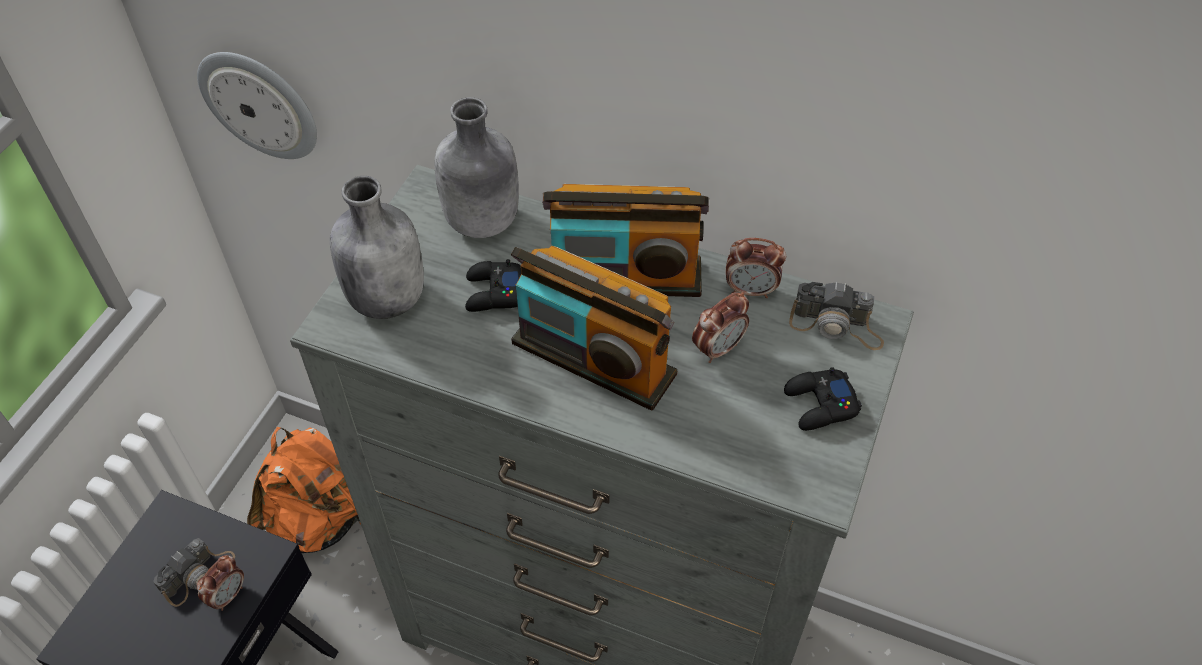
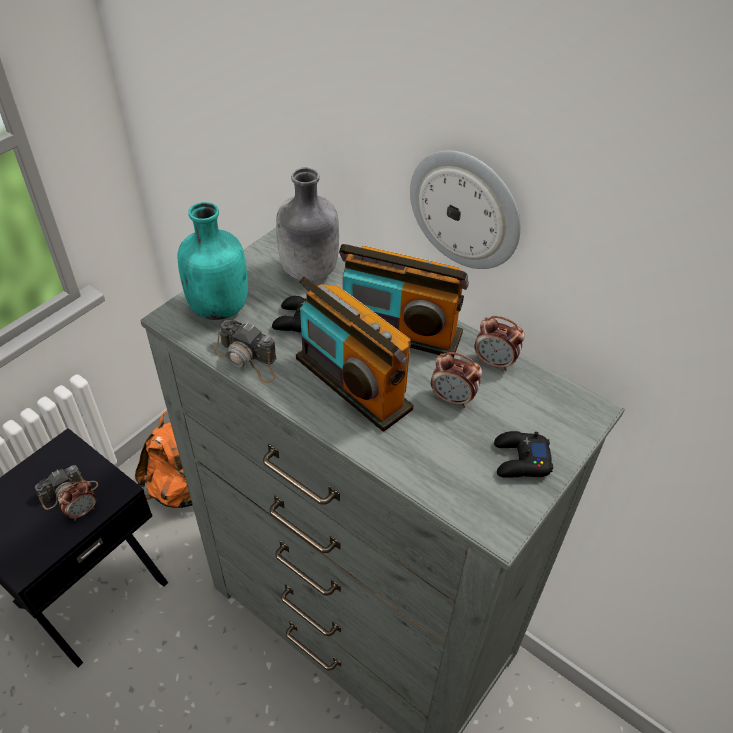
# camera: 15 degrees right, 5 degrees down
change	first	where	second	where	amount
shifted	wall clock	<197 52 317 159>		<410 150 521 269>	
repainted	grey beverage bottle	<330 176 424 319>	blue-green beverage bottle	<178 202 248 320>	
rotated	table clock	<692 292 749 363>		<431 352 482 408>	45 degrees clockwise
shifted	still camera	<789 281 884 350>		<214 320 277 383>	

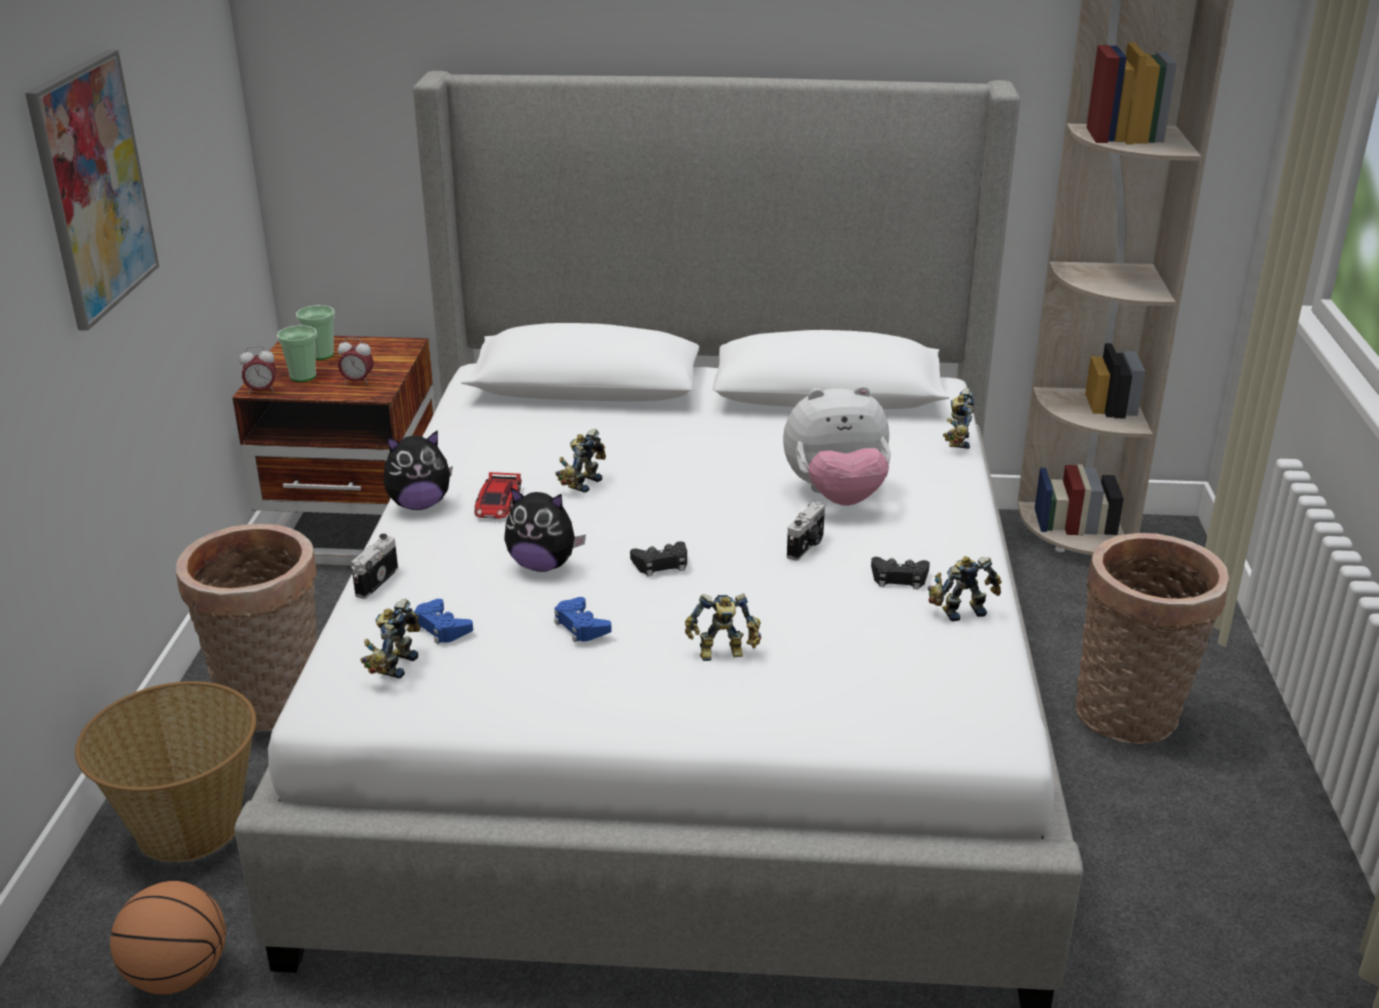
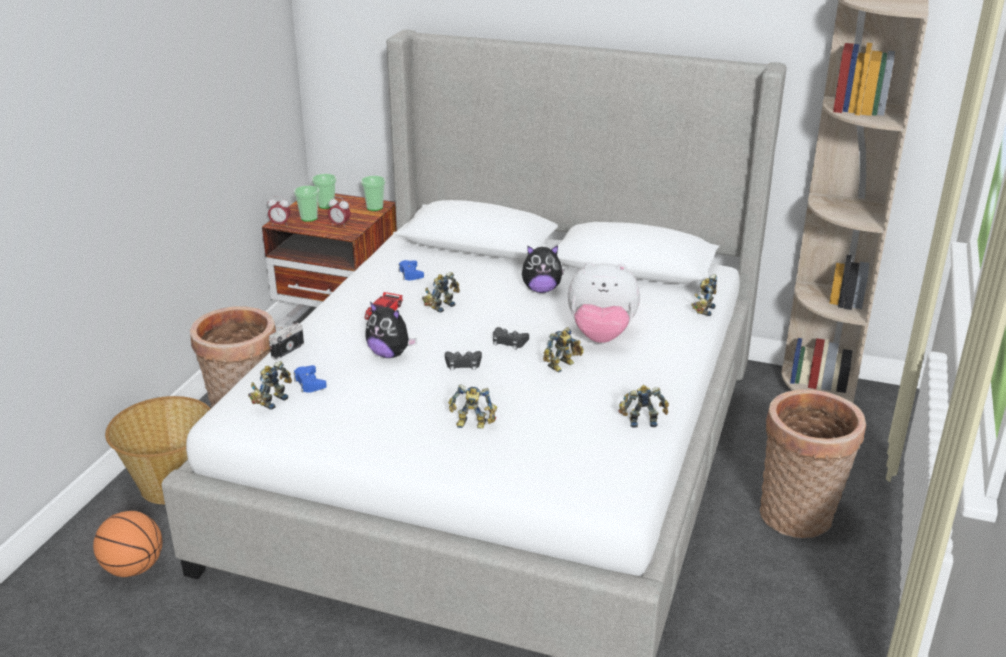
# camera: 15 degrees right, 0 degrees up
change	first	where	second	where	amount
gone	picture	<25 50 159 331>			
shifted	plush toy	<384 430 453 510>		<522 245 565 293>	
shifted	bluish game controller	<554 597 612 642>		<399 260 424 281>	
swapped	still camera	<787 502 825 561>	robot figure	<543 327 584 373>	
shifted	blackish game controller	<871 557 930 590>		<493 327 529 349>	
new			small cup	<361 176 385 211>	

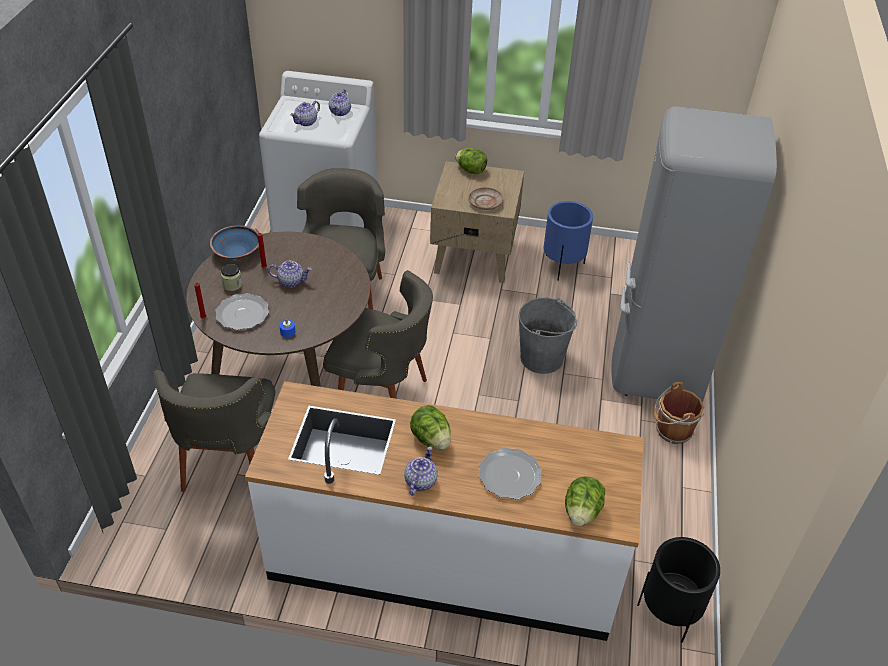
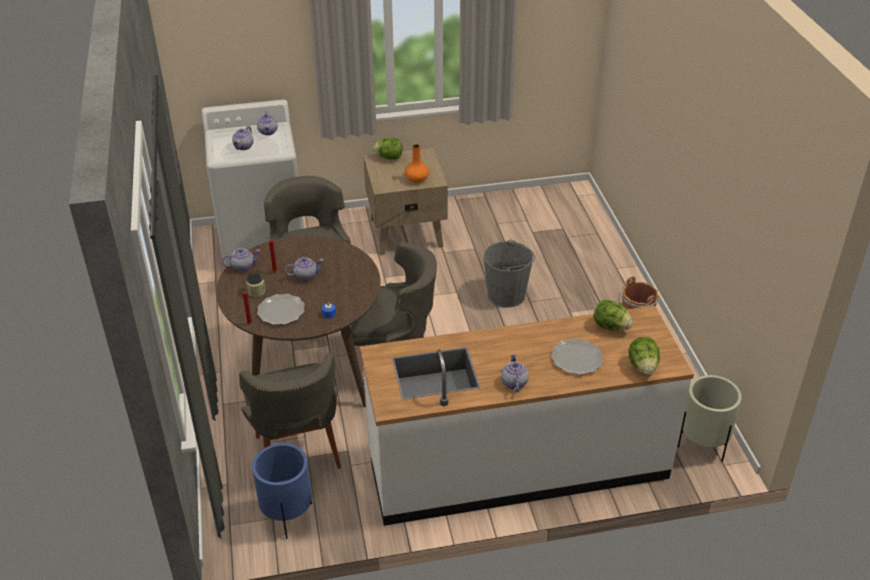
# camera: 20 degrees left, 5 degrees down
change	first	where	second	where	amount
swapped	bluish deep dish	<210 225 259 259>	tea pot	<222 248 260 272>	
shifted	lettuce	<410 405 451 449>		<594 300 633 331>	
swapped	beige plate	<468 187 503 210>	orange flower vase	<405 144 429 183>	
shifted	bluish planter	<544 201 593 281>		<252 443 312 539>	
gone	grey refrigerator	<612 106 777 403>			
repainted	blackish planter	<637 537 720 643>	beige planter	<677 375 742 461>	

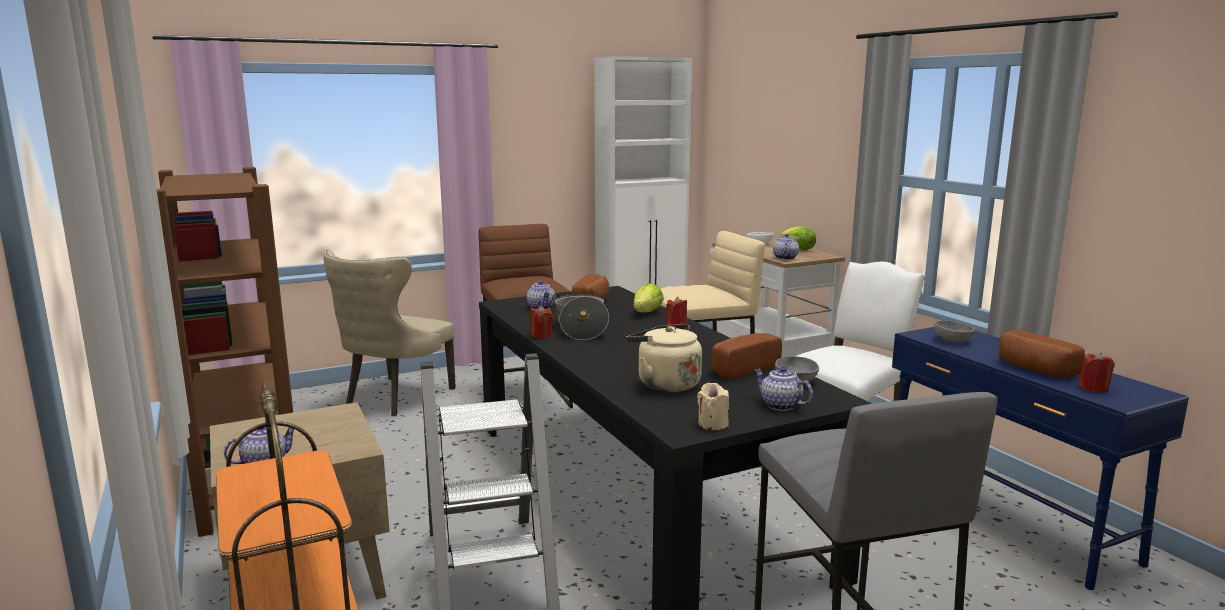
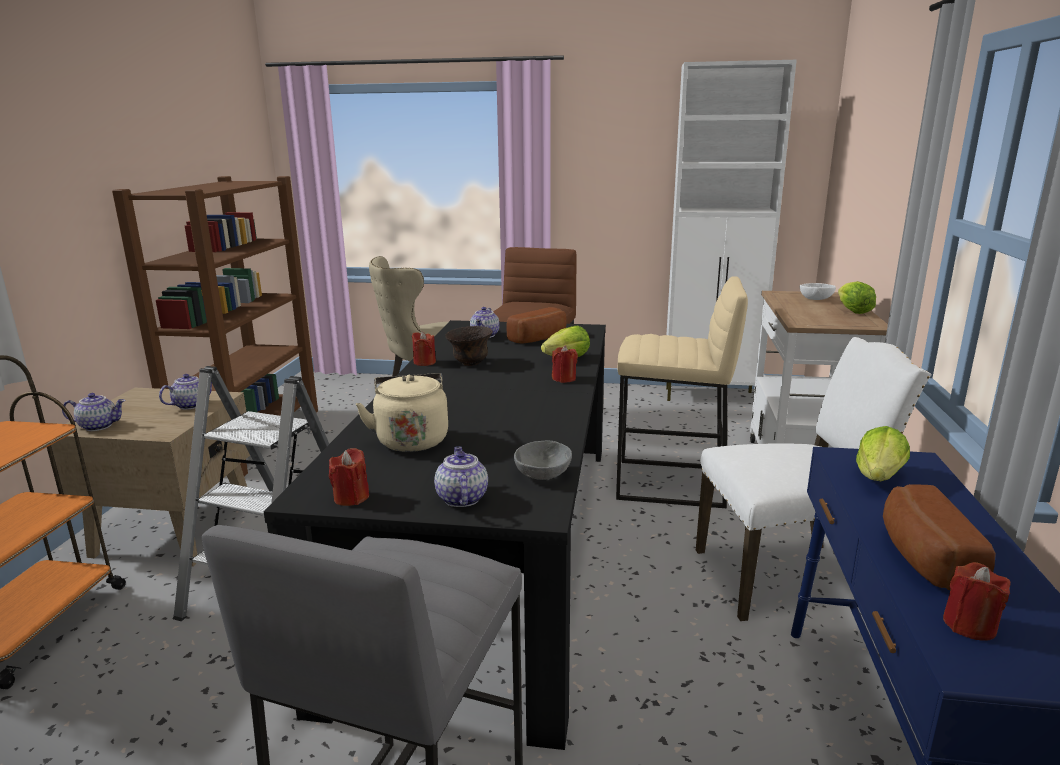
# camera: 35 degrees right, 5 degrees up
change	first	where	second	where	amount
swapped	saucepot	<552 294 609 340>	brown-coloured deep dish	<445 326 493 366>	
repainted	beige wax light	<697 383 729 430>	red-coloured wax light	<329 448 369 506>	
gone	baked bread	<711 333 782 379>			
shifted	tea pot	<773 234 799 260>		<159 374 212 410>	
swapped	grey deep dish	<935 320 975 342>	lettuce	<856 426 910 481>	

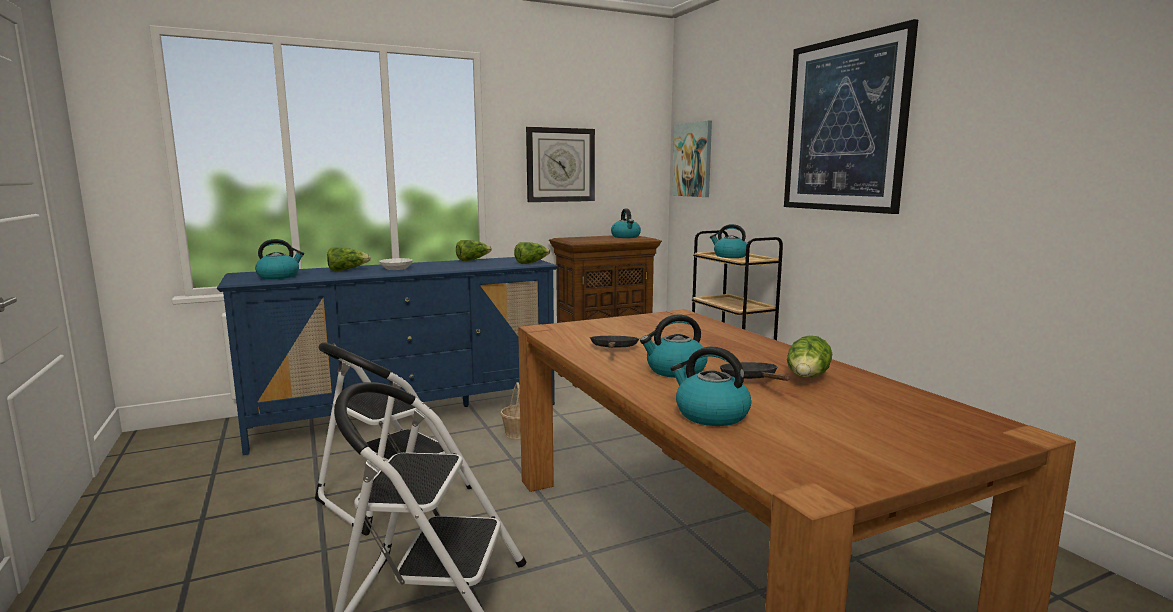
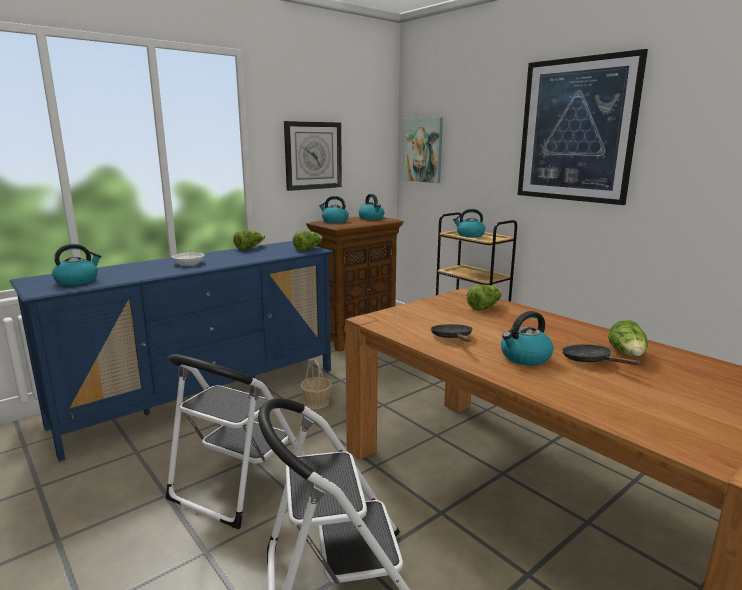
# camera: 15 degrees left, 5 degrees up
change	first	where	second	where	amount
shifted	lettuce	<327 248 371 271>		<467 285 502 311>	
shifted	kettle	<670 346 751 426>		<319 196 349 223>	

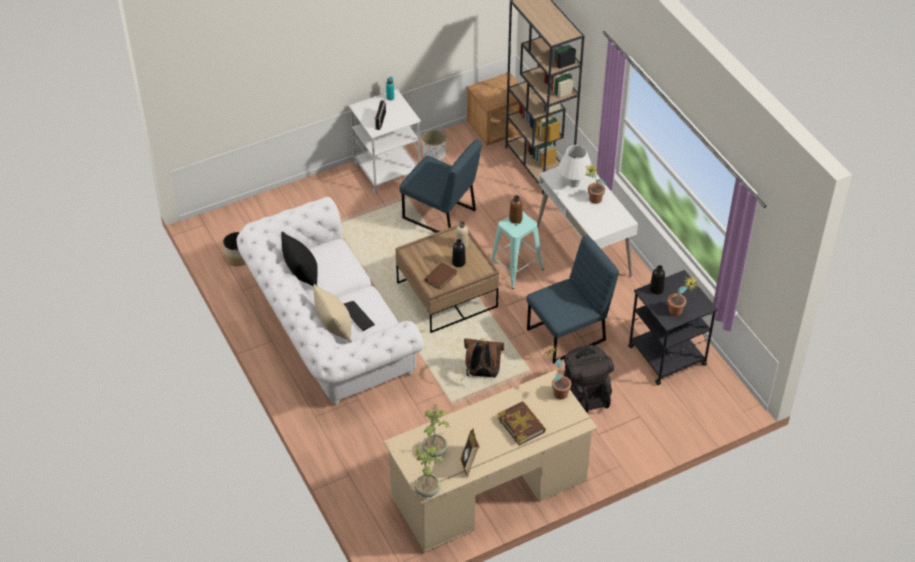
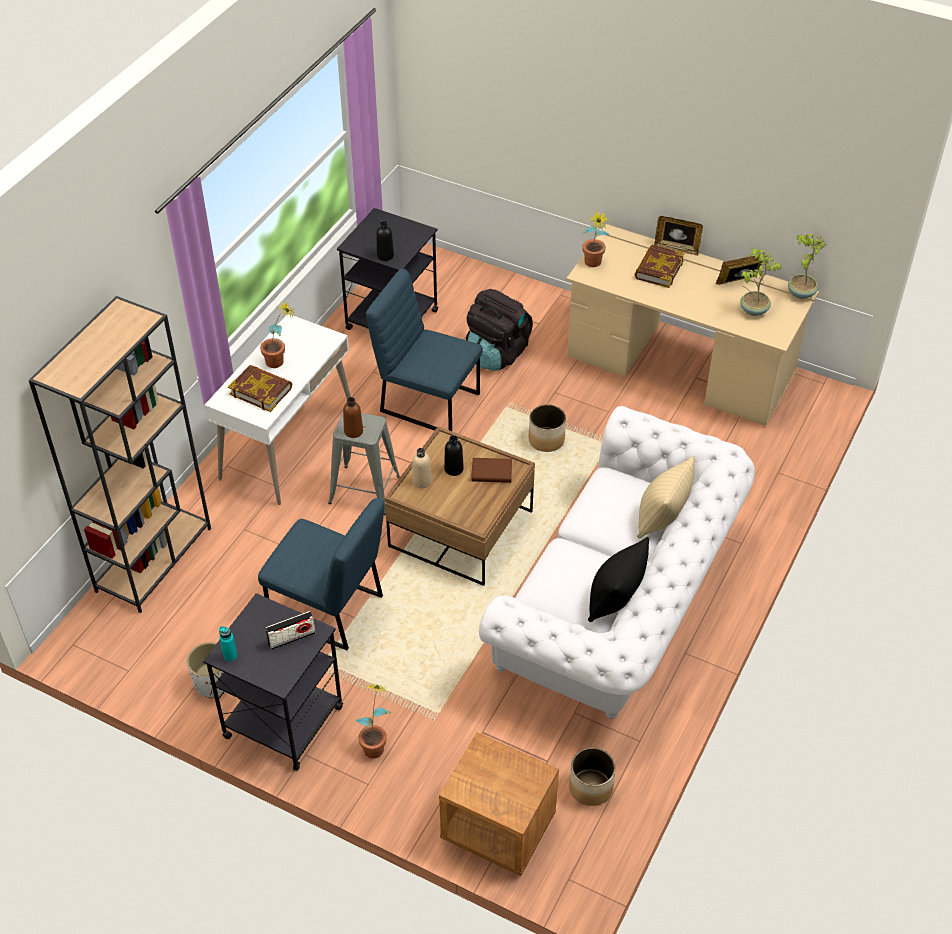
# camera: 125 degrees left, 0 degrees up
change	first	where	second	where	amount
gone	PC keyboard	<344 301 375 331>			
repainted	whitish cart	<349 89 421 193>	blackish cart	<203 593 343 771>	
rotated	bluish chair	<400 140 482 233>		<258 498 384 650>	120 degrees clockwise
swapped	brown-coloured knapsack	<464 339 504 378>	planter	<529 404 566 452>	
shifted	brown-coloured night table	<467 73 520 146>		<439 732 559 876>	
repainted	blue-green stool	<491 211 544 289>	grey stool	<328 413 400 515>	
swapped	whitish lamp for a table	<558 145 593 187>	volume	<228 365 292 412>	
shifted	potted plant	<667 277 698 316>		<356 684 391 758>	
new			picture frame	<654 216 703 256>	

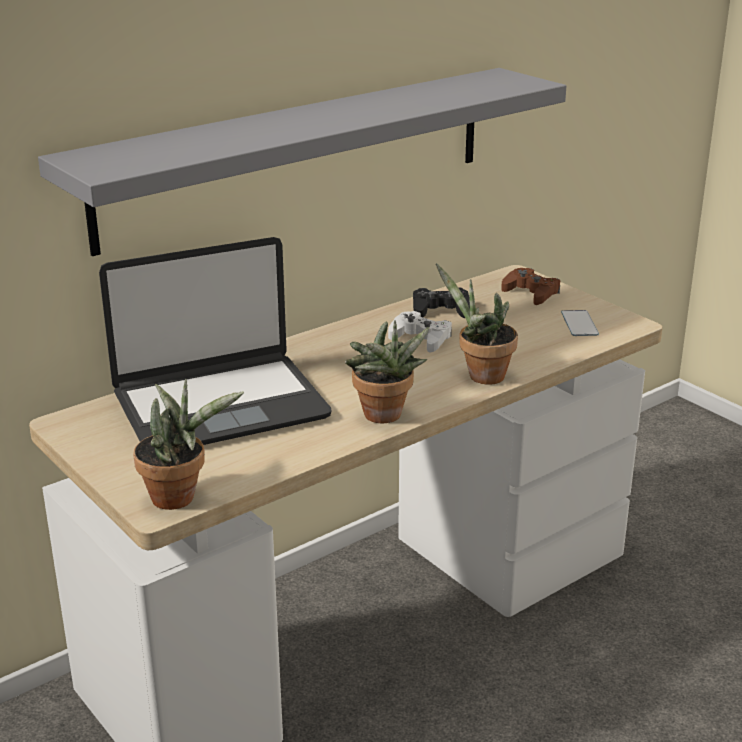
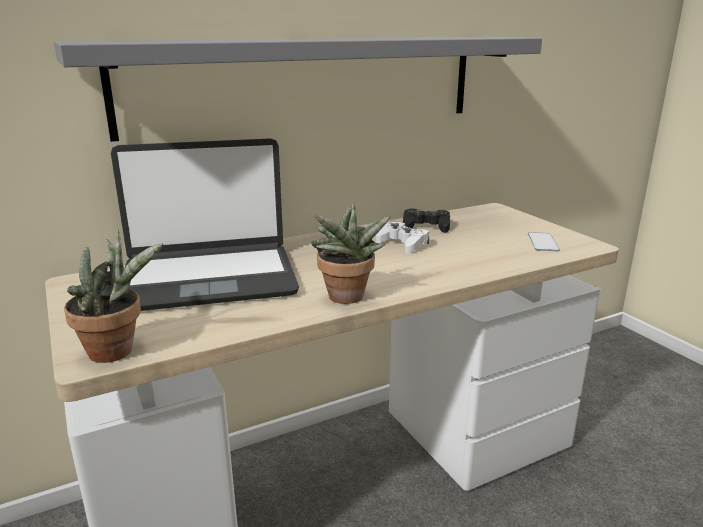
# camera: 10 degrees right, 5 degrees down
change	first	where	second	where	amount
gone	potted plant	<436 263 518 385>			
gone	brown-coloured game controller	<501 268 560 305>			

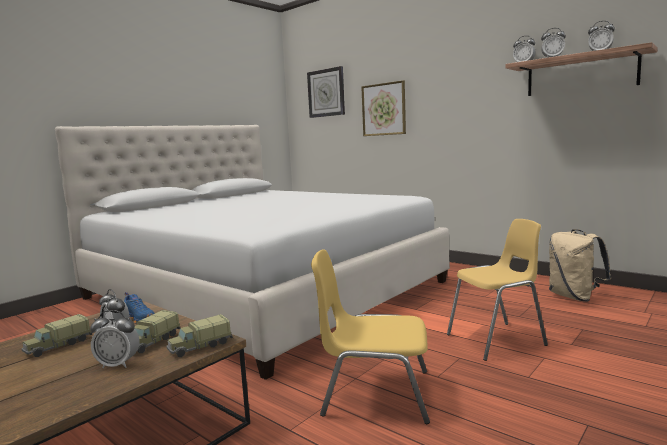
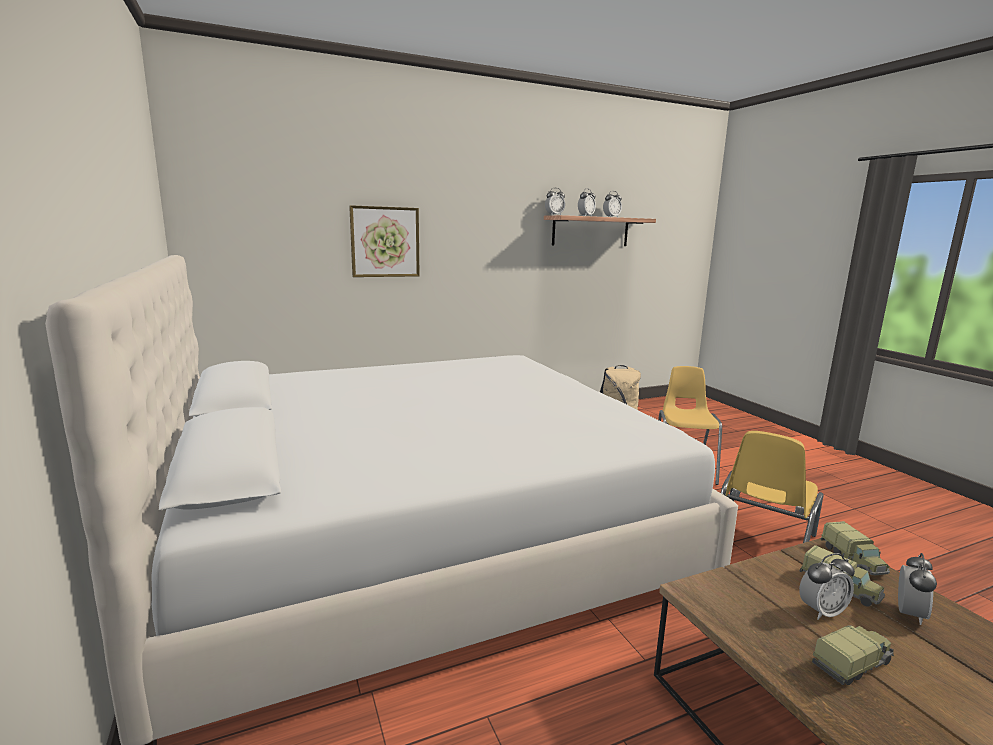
# camera: 65 degrees left, 5 degrees up
change	first	where	second	where	amount
rotated	toy truck	<22 314 92 357>		<812 625 894 685>	90 degrees counterclockwise
gone	bluish shoe	<124 292 155 324>			
gone	wall clock	<307 66 345 118>			

